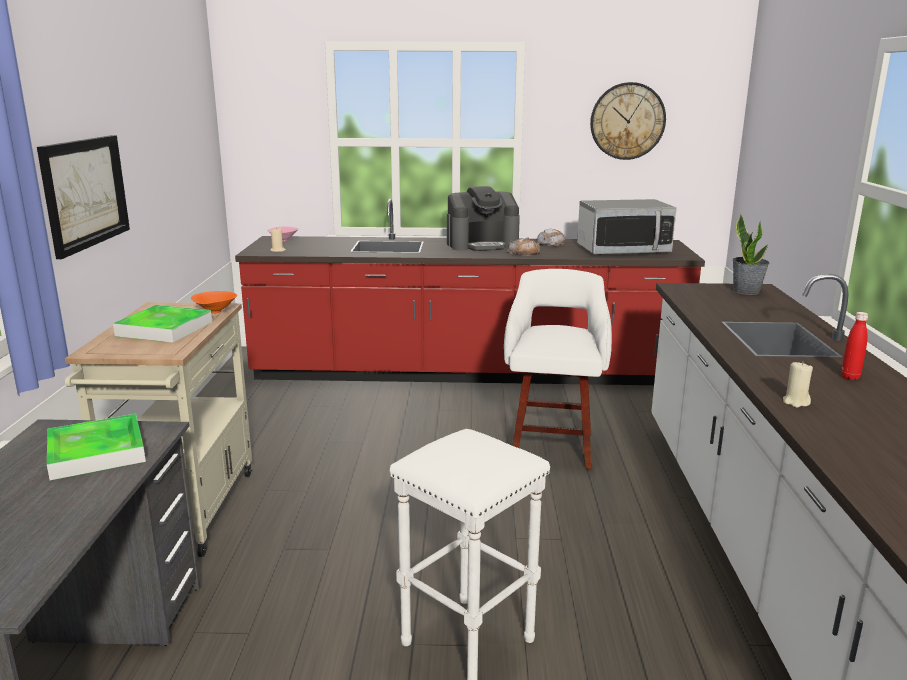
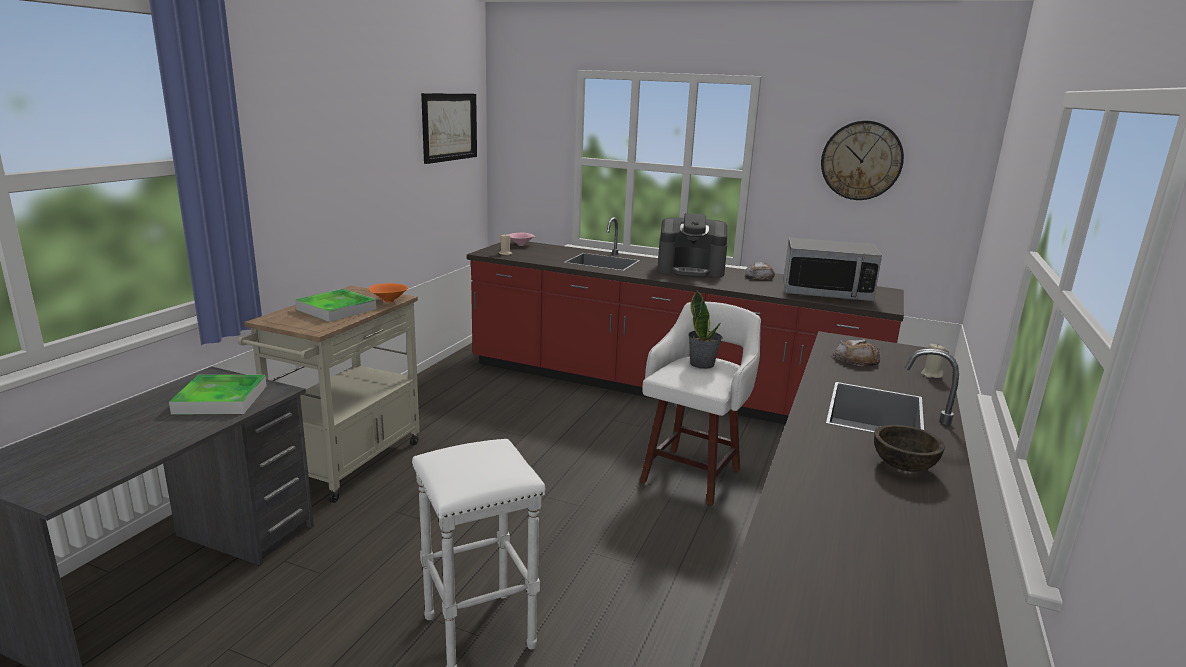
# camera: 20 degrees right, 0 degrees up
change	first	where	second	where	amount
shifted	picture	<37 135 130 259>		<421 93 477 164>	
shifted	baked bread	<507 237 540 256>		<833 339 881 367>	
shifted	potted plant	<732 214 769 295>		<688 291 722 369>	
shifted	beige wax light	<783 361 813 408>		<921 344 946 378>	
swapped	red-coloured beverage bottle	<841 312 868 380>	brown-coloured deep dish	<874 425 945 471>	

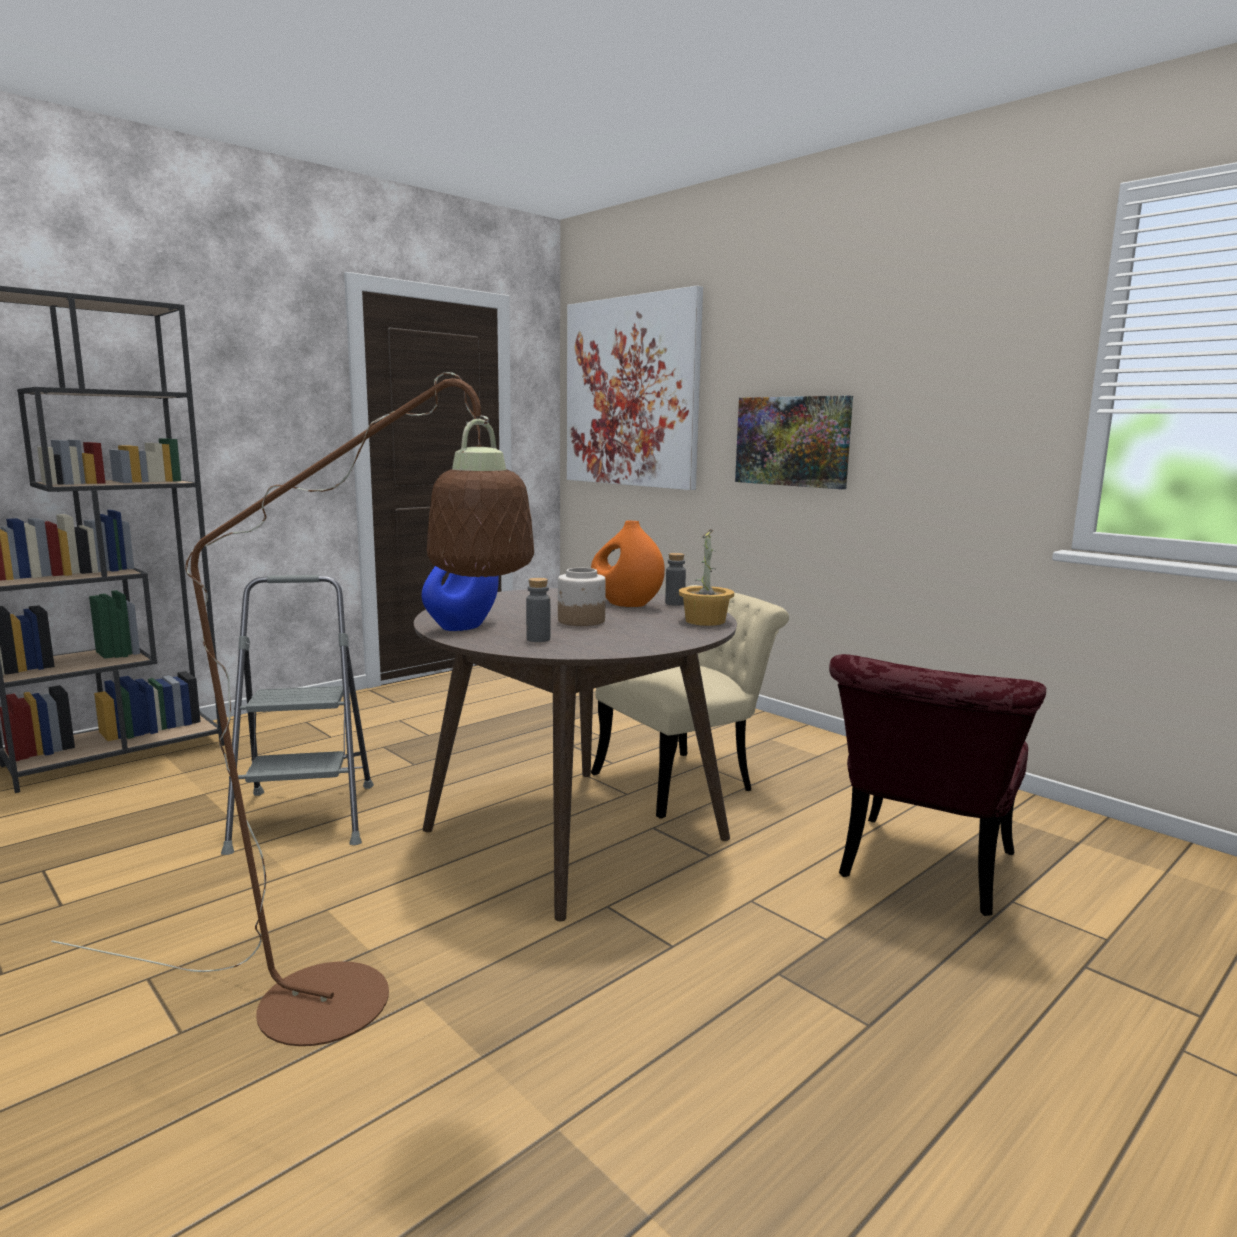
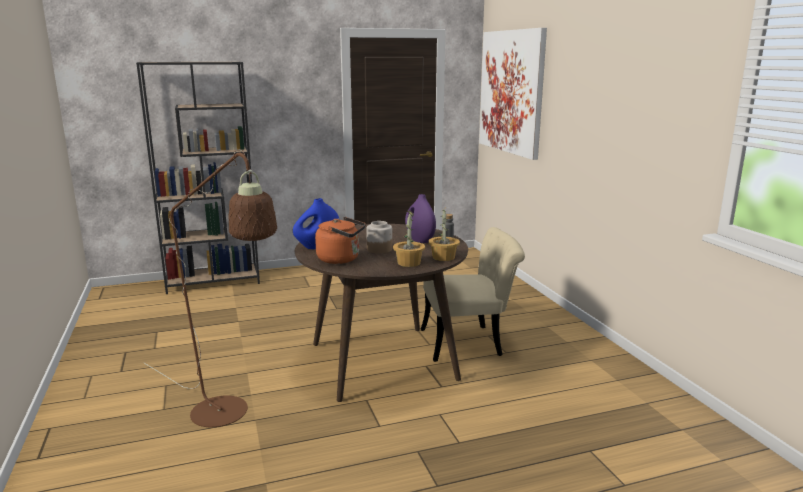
# camera: 25 degrees right, 5 degrees up
change	first	where	second	where	amount
gone	grey stepladder	<221 575 374 855>			
swapped	grey beverage bottle	<526 578 550 642>	orange kettle	<315 217 366 264>	
repainted	orange flower vase	<591 520 665 607>	purple-coloured flower vase	<405 194 436 243>	
gone	picture	<735 395 853 489>			
gone	red-coloured chair	<829 654 1046 916>			
new			potted plant	<393 210 425 267>	

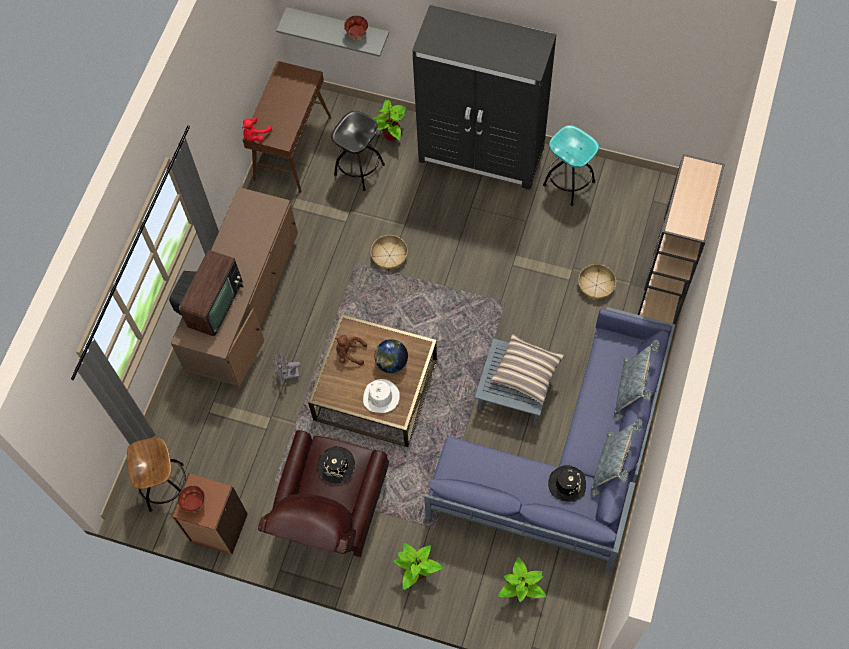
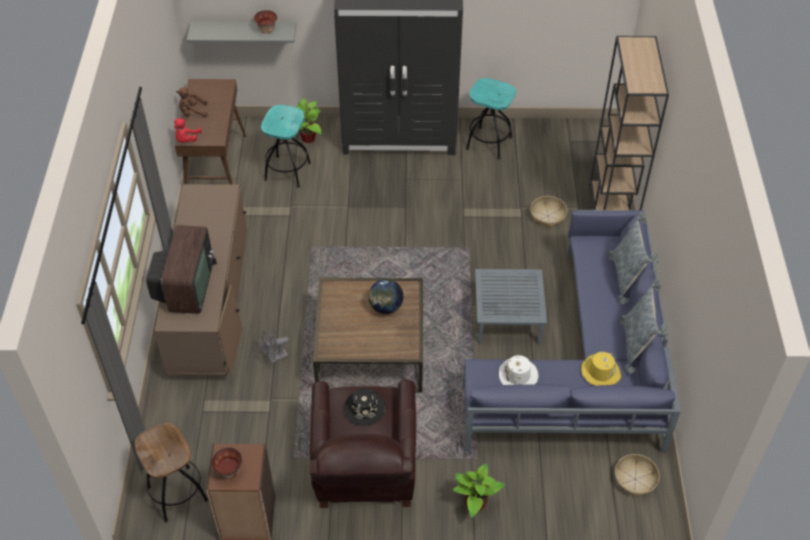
# camera: 20 degrees left, 15 degrees down
change	first	where	second	where	amount
repainted	blackish stool	<331 111 385 191>	blue-green stool	<261 105 311 188>	
shifted	brown-coloured plush toy	<335 335 367 365>		<177 87 208 117>	
shifted	whitish hat	<363 379 400 413>		<499 355 538 385>	
shifted	basket	<371 235 408 269>		<615 454 660 497>	
gone	cushion	<490 334 564 404>			
gone	potted plant	<498 557 546 602>			
repainted	blackish hat	<548 465 586 502>	yellow-coloured hat	<581 352 621 386>	

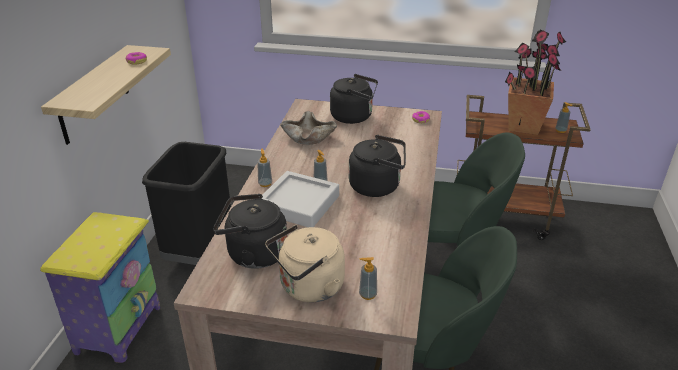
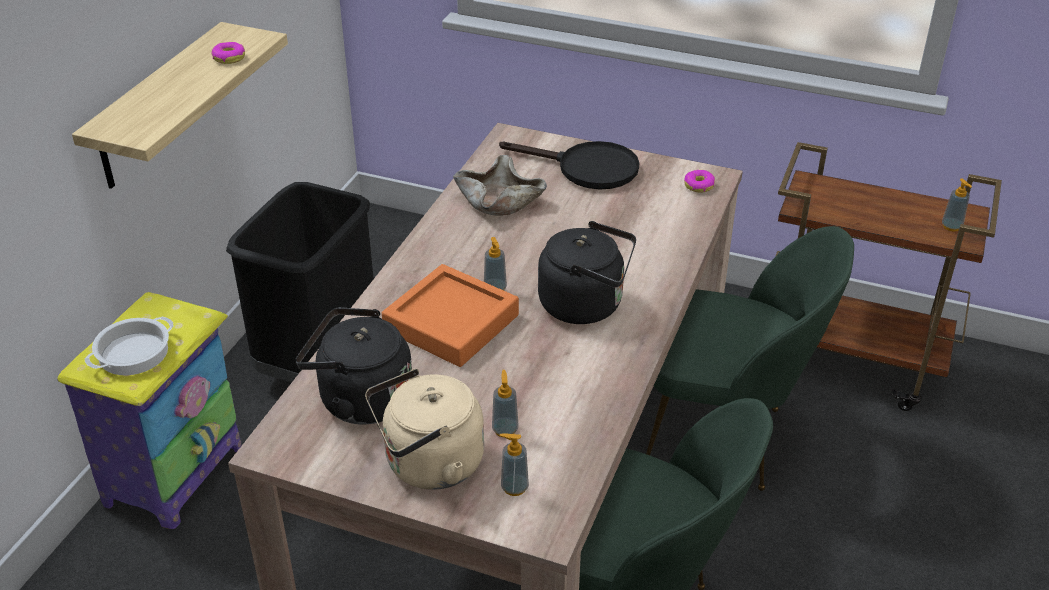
# camera: 10 degrees right, 5 degrees up
change	first	where	second	where	amount
shifted	soap dispenser	<257 149 272 187>		<492 370 519 437>	
repainted	grey serving tray	<262 171 339 227>	orange serving tray	<382 264 519 367>	
swapped	blackish kettle	<330 74 378 124>	blackish frying pan	<499 141 639 190>	
gone	potted plant	<505 30 566 135>			
new			saucepot	<85 317 174 375>	

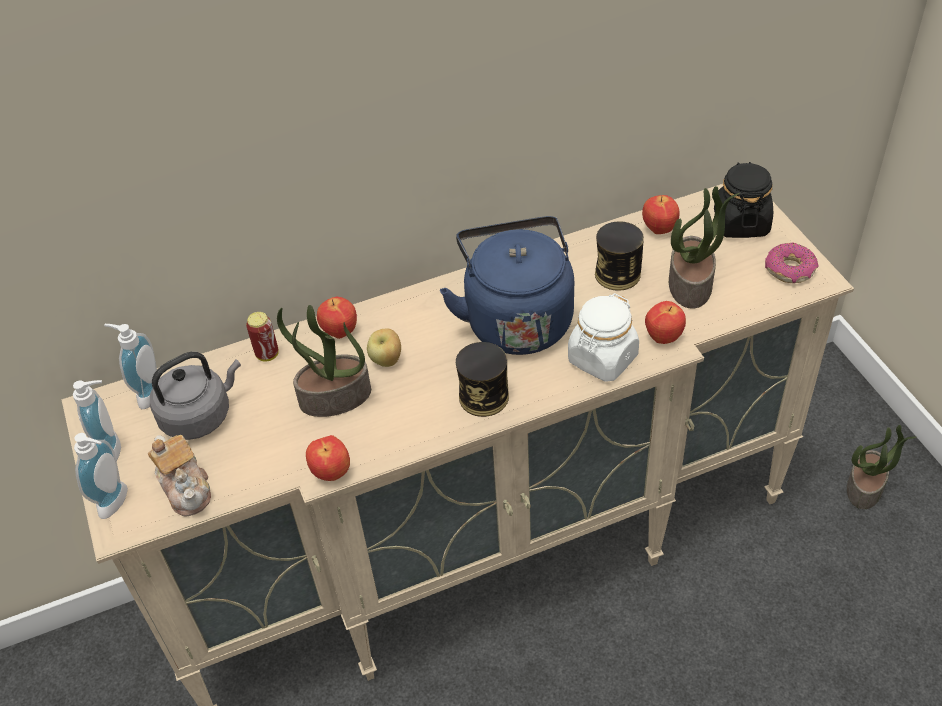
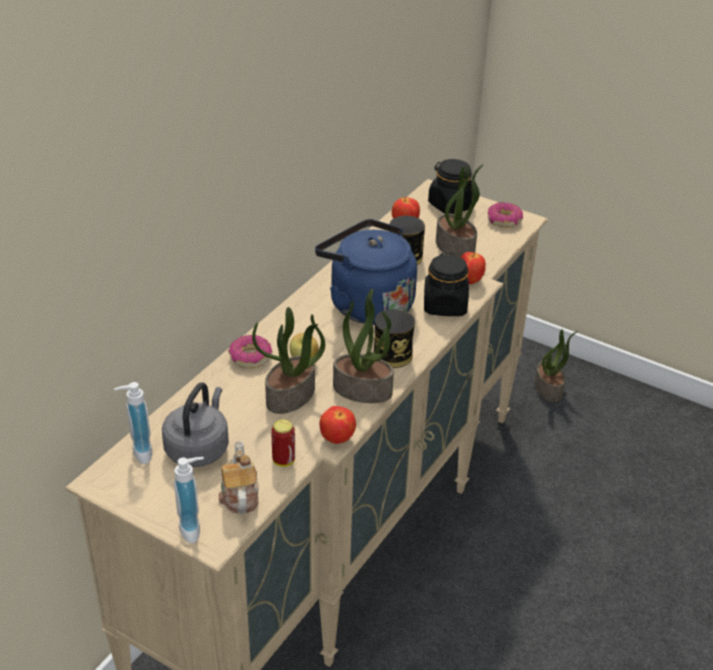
# camera: 40 degrees left, 10 degrees down
change	first	where	second	where	amount
gone	soap dispenser	<73 380 121 461>			
rotated	tea pot	<148 435 211 517>		<219 441 259 514>	120 degrees counterclockwise
shifted	can	<246 312 279 361>		<271 419 295 467>	
swapped	apple	<317 297 357 339>	donut	<228 335 272 368>	
repainted	whitish jar	<568 293 639 382>	blackish jar	<424 252 469 316>	
new			potted plant	<333 289 394 403>	

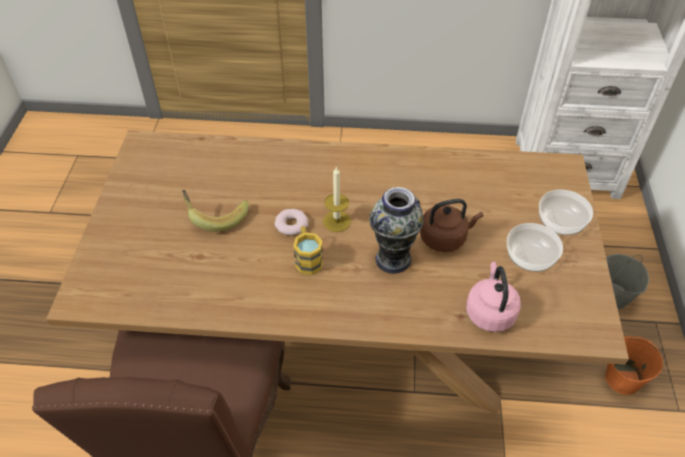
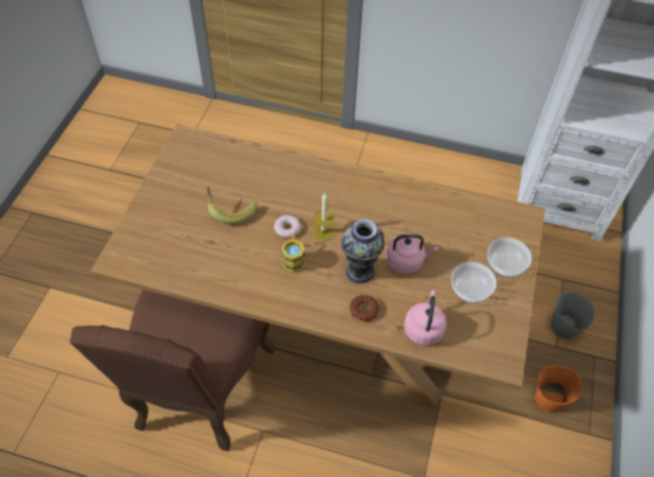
# camera: 10 degrees right, 5 degrees up
change	first	where	second	where	amount
repainted	brown-coloured kettle	<420 199 483 252>	pink kettle	<386 234 438 274>	
new			donut	<350 295 379 321>	

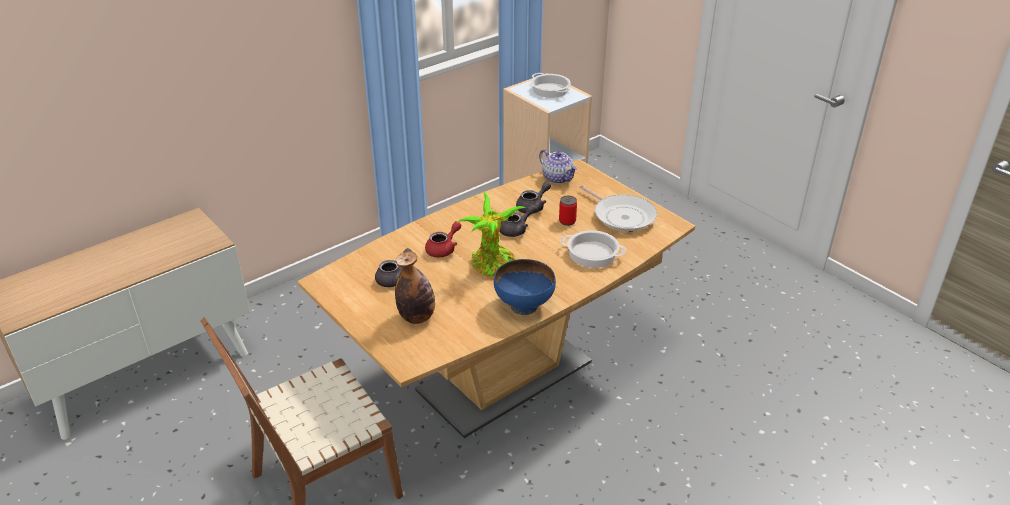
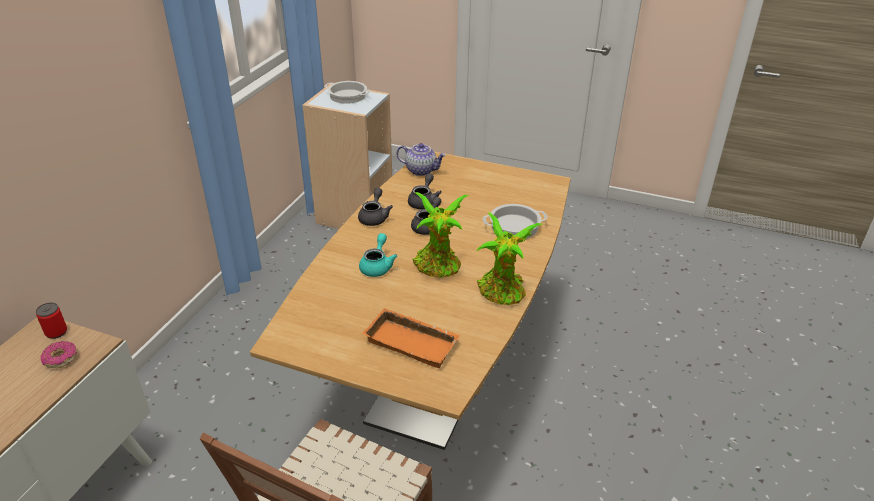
# camera: 30 degrees left, 0 degrees up
change	first	where	second	where	amount
shifted	grey tea pot	<375 248 412 287>		<358 188 393 226>	
swapped	beverage bottle	<395 251 435 324>	orange serving tray	<362 308 460 368>	
repainted	red-coloured tea pot	<425 221 461 258>	blue-green tea pot	<359 233 397 277>	
swapped	bluish deep dish	<494 259 556 315>	potted plant	<477 212 542 305>	
shifted	can	<559 196 577 226>		<36 302 67 339>	
gone	frying pan	<579 185 657 232>			
new			donut	<41 341 77 368>	

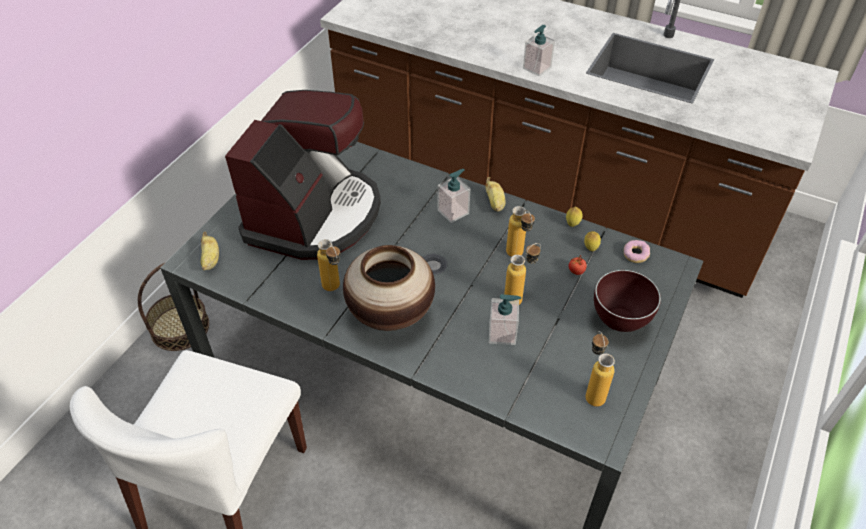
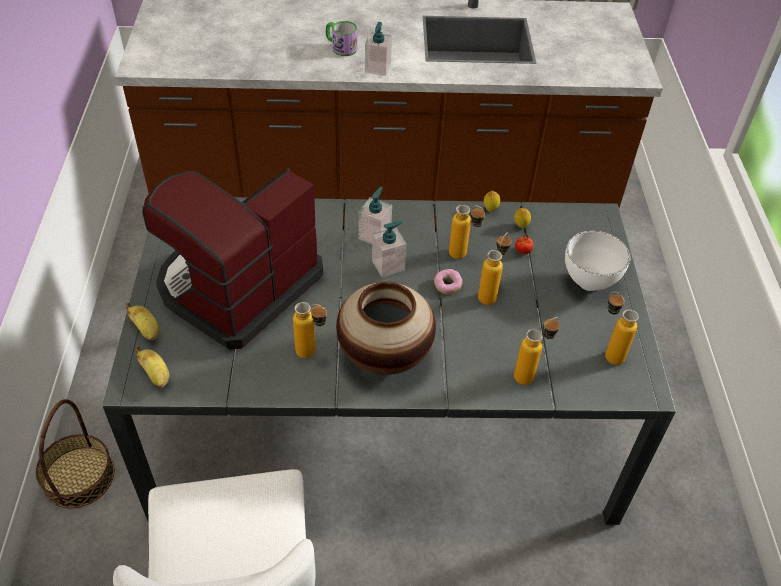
# camera: 30 degrees left, 0 degrees up
change	first	where	second	where	amount
rotated	coffee machine	<225 90 381 260>		<142 168 323 350>	135 degrees counterclockwise
shifted	banana	<486 177 505 211>		<126 303 160 341>	
shifted	soap dispenser	<489 294 521 345>		<372 221 406 277>	
repainted	brown-coloured deep dish	<594 270 661 332>	whitish deep dish	<565 230 631 291>	
shifted	donut	<624 240 650 263>		<434 269 462 294>	
new			mug	<326 21 357 56>	
new			beverage bottle	<514 317 560 385>	

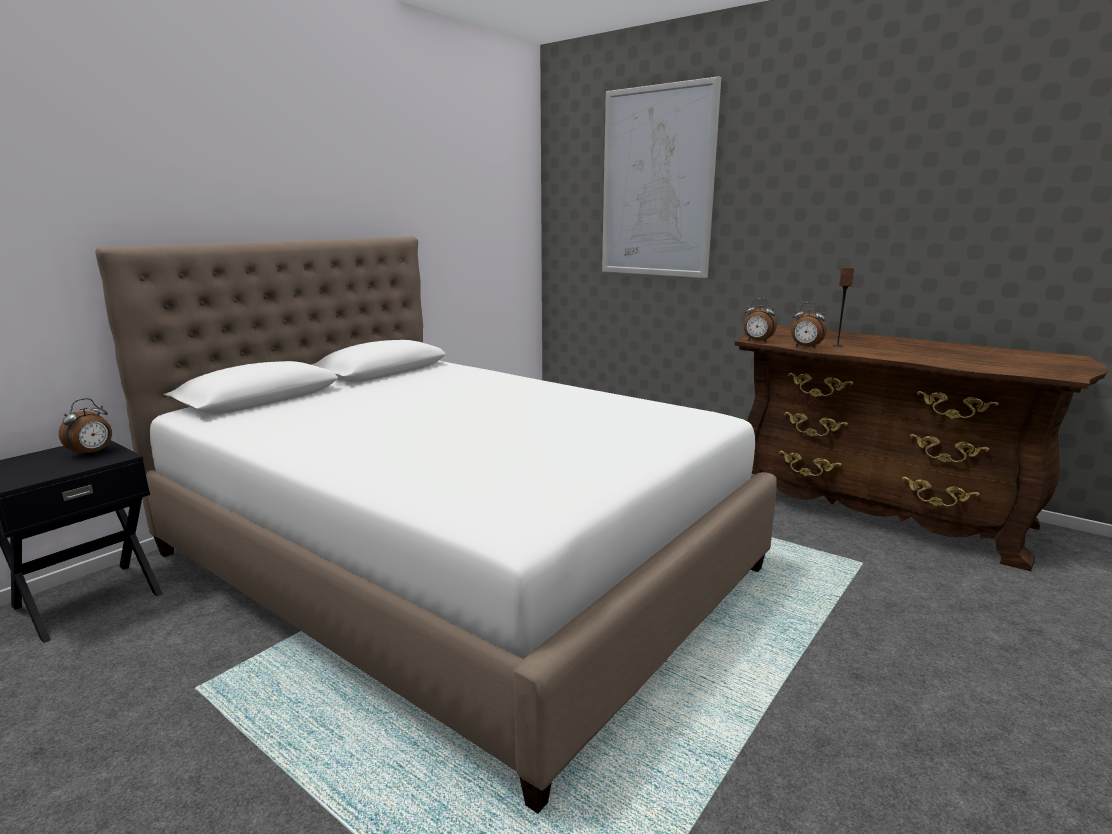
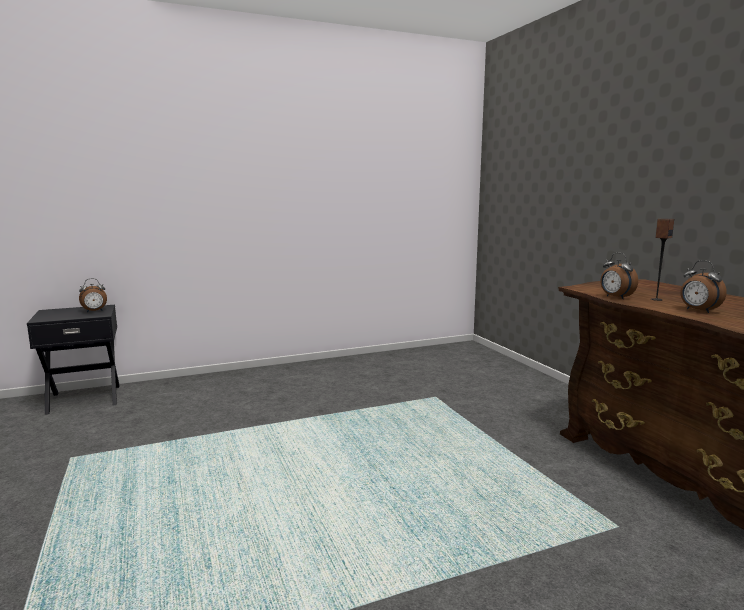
# camera: 30 degrees right, 5 degrees down
change	first	where	second	where	amount
gone	whitish bedroom bed	<95 237 777 814>			
gone	picture	<602 76 721 278>			
shifted	table clock	<744 298 777 342>		<681 260 727 313>	

